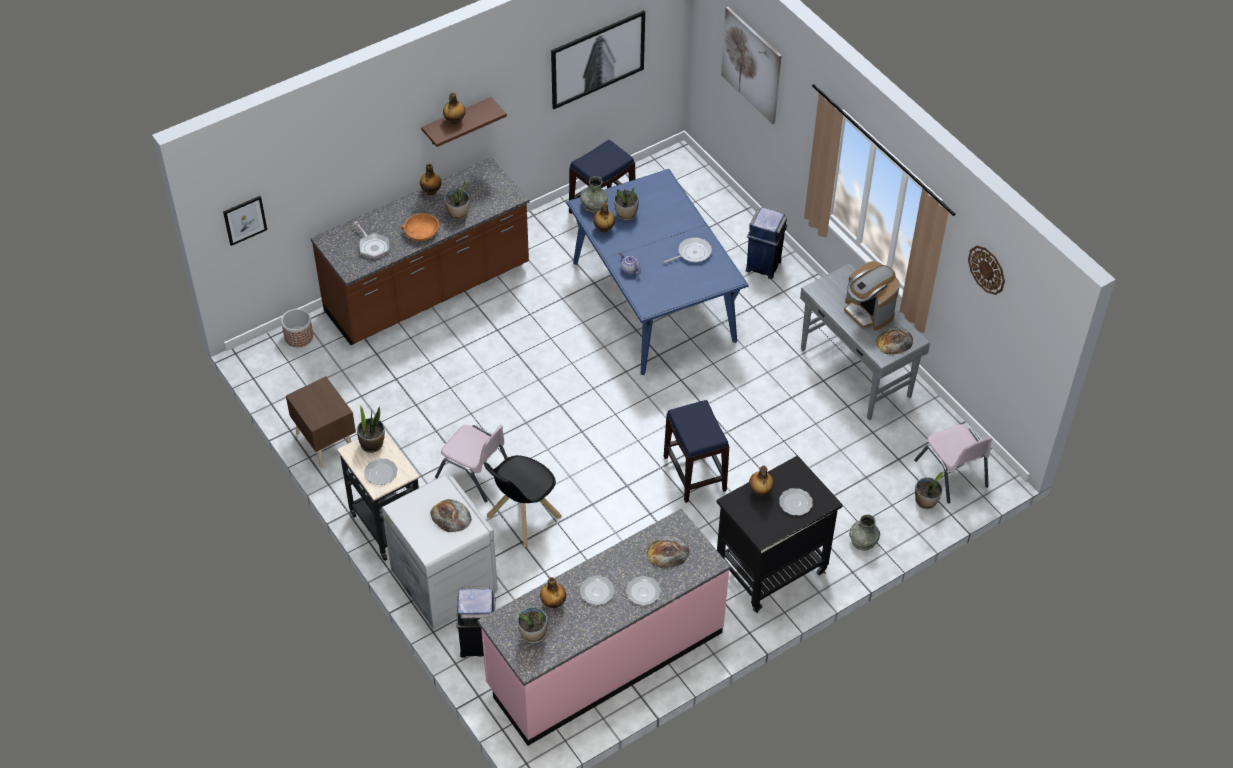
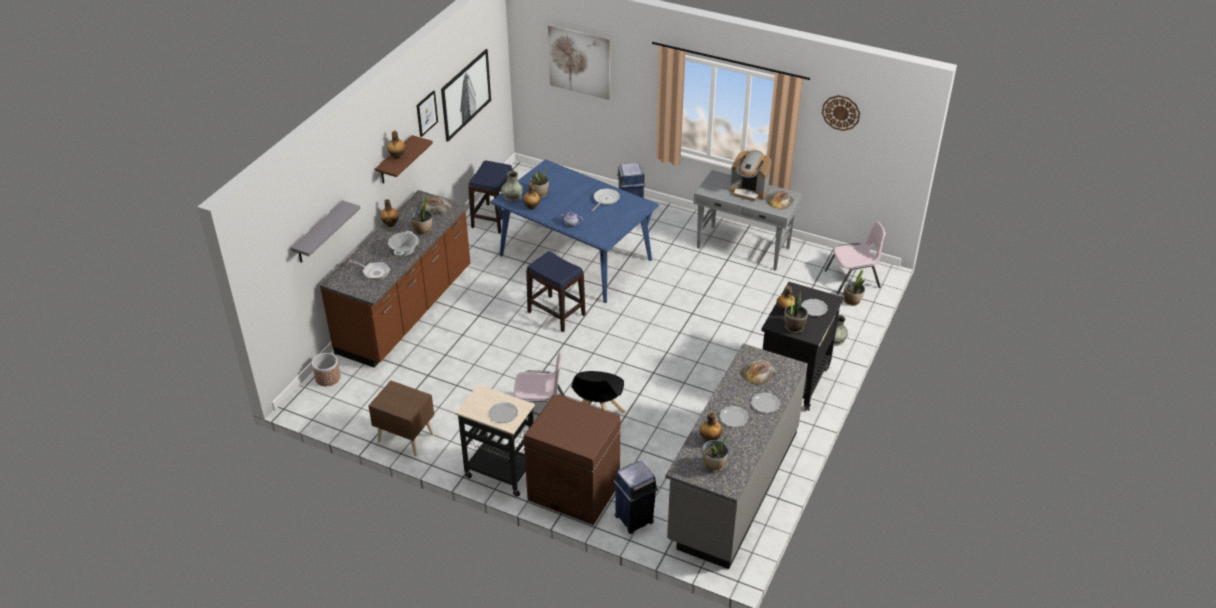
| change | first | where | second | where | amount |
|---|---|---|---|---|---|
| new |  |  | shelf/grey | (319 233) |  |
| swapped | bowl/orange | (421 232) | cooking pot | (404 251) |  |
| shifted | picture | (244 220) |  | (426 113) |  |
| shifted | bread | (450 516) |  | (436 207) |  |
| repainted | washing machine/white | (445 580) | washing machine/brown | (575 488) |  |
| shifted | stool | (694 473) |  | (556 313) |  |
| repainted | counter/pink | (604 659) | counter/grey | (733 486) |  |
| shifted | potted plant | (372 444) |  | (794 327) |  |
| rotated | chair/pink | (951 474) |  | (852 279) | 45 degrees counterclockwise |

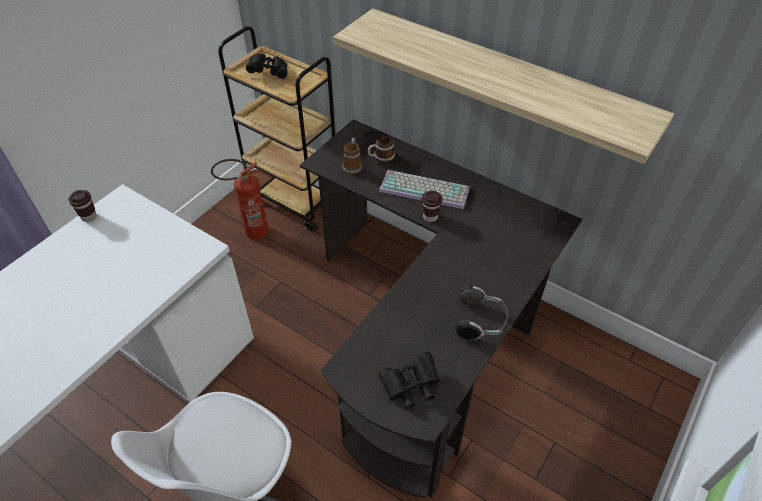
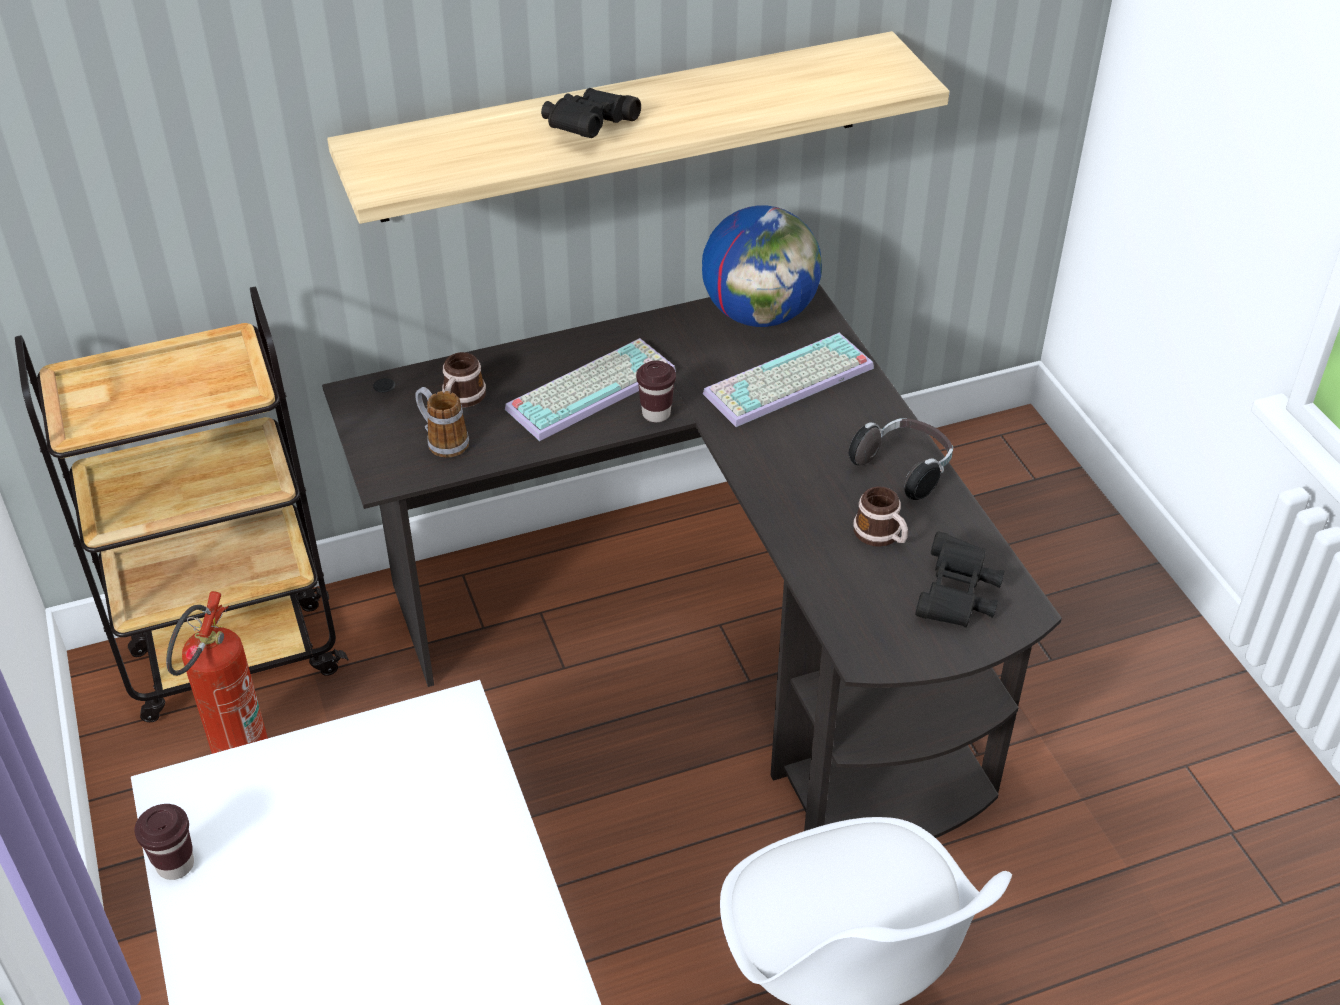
| change | first | where | second | where | amount |
|---|---|---|---|---|---|
| shifted | binoculars/black | (269 72) |  | (588 129) |  |
| new |  |  | globe | (760 314) |  |
| new |  |  | keyboard | (789 383) |  |
| new |  |  | mug | (881 535) |  |

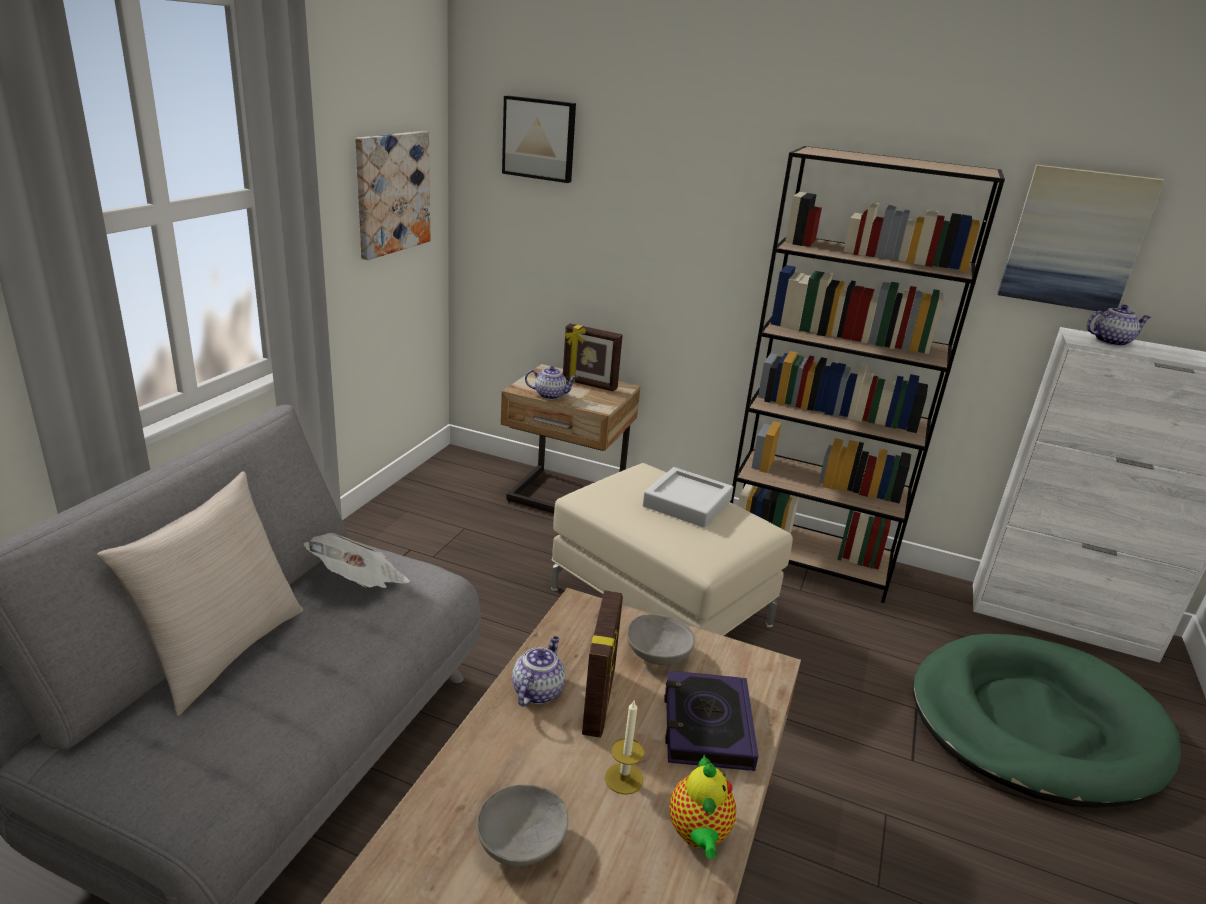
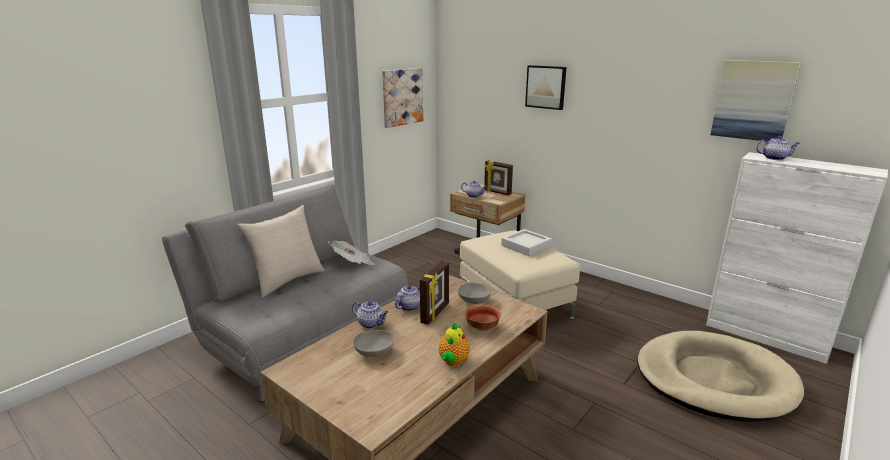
| change | first | where | second | where | amount |
|---|---|---|---|---|---|
| new |  |  | teapot | (371 324) |  |
| swapped | book | (706 726) | bowl | (481 328) |  |
| shifted | picture | (539 139) |  | (546 87) |  |
| repainted | dog bed/green | (1034 724) | dog bed/beige | (713 379) |  |
| gone | candle | (624 778) |  |  |  |
| gone | bookcase/beige | (807 560) |  |  |  |

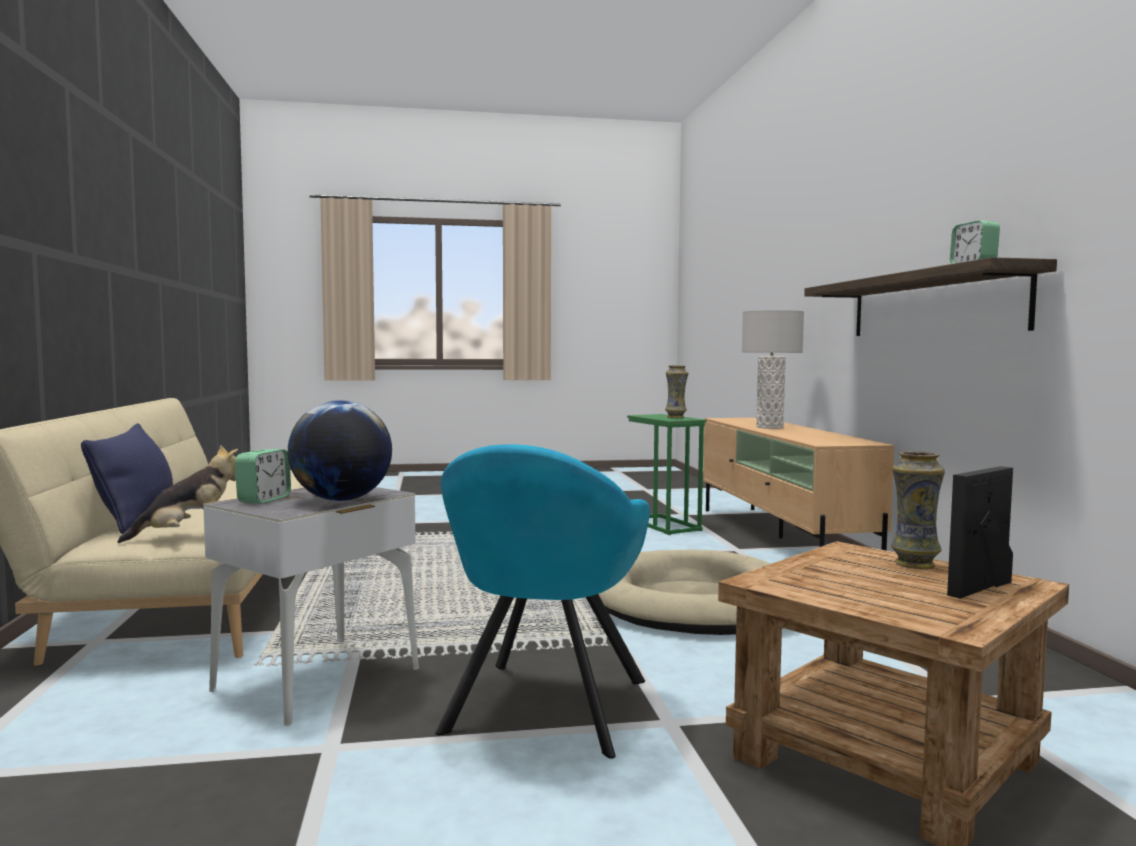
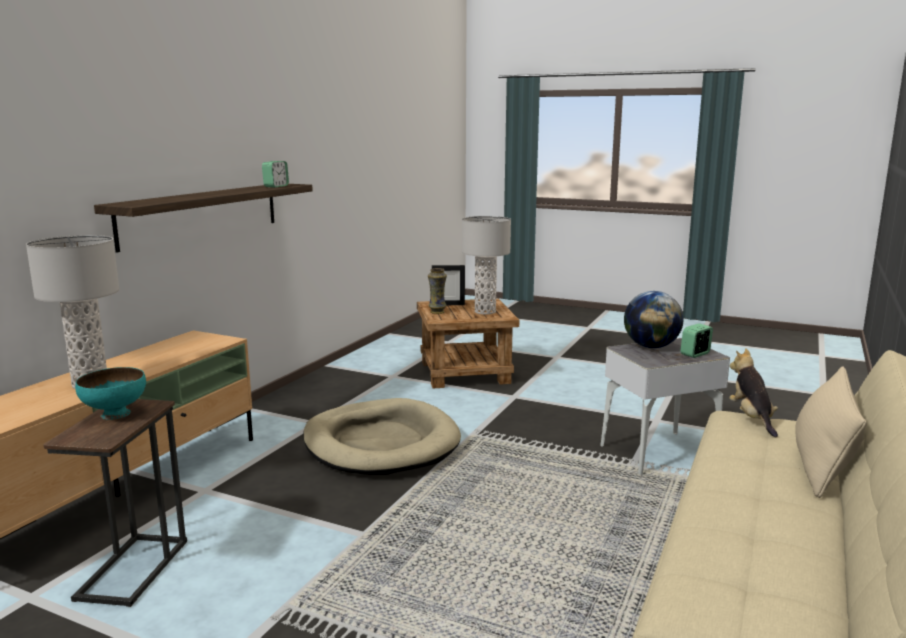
| change | first | where | second | where | amount |
|---|---|---|---|---|---|
| repainted | side table/green | (664 525) | side table/brown | (133 569) |  |
| swapped | vase | (676 417) | bowl/turquoise | (115 413) |  |
| new |  |  | table lamp/white | (485 311) |  |
| rotated | plush toy | (189 536) |  | (751 418) | 75 degrees clockwise |
| repainted | pillow/blue | (136 515) | pillow/beige | (822 463) |  |
| gone | armchair/turquoise | (543 711) |  |  |  |

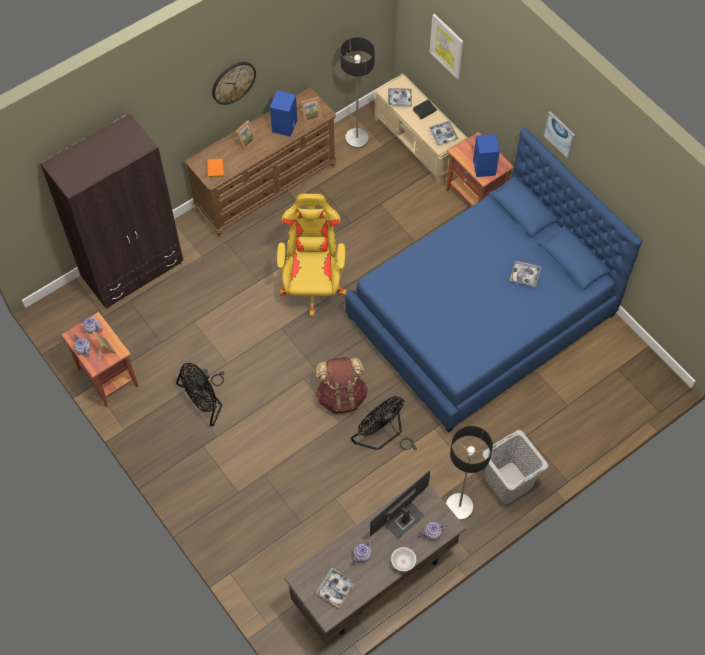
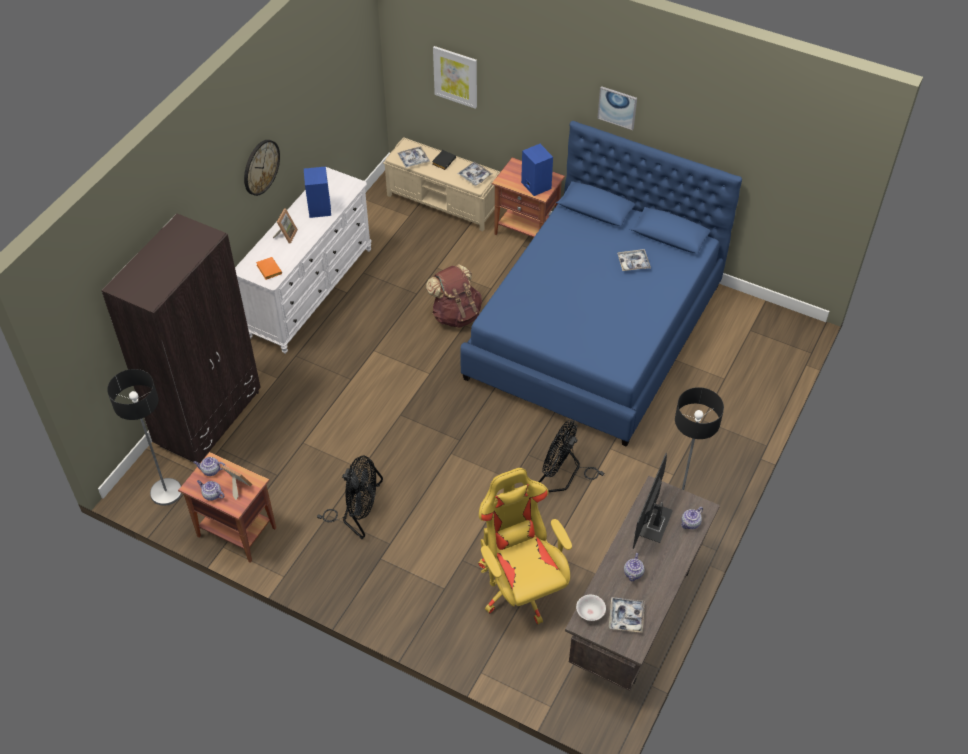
| change | first | where | second | where | amount |
|---|---|---|---|---|---|
| shifted | floor lamp | (357 138) |  | (166 492) |  |
| repainted | dresser/brown | (266 187) | dresser/white | (311 292) |  |
| rotated | fan/black | (205 398) |  | (356 511) | 105 degrees counterclockwise |
| shifted | backpack/brown | (341 396) |  | (456 314) |  |
| shifted | office chair/yellow | (313 289) |  | (522 591) |  |
| shifted | bowl/white | (403 562) |  | (590 612) |  |
| gone | picture frame | (310 116) |  |  |  |
| gone | laundry basket/grey | (508 483) |  |  |  |

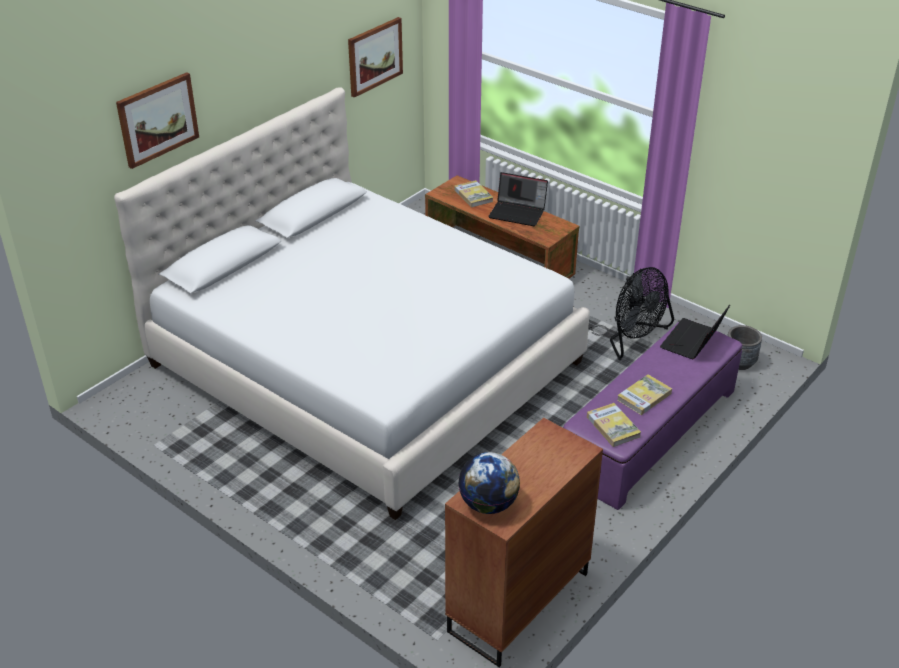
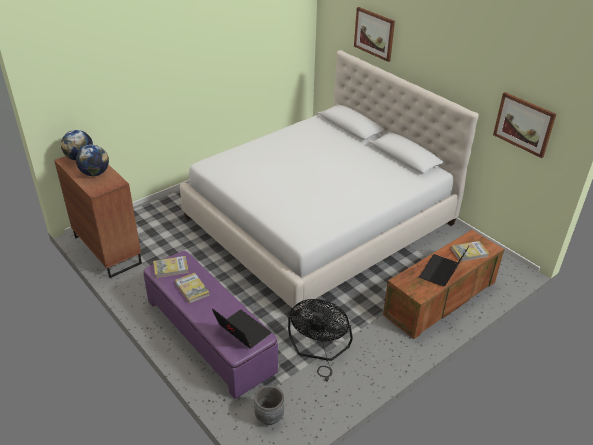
| change | first | where | second | where | amount |
|---|---|---|---|---|---|
| new |  |  | globe | (95 173) |  |
| rotated | fan/black | (629 338) |  | (318 352) | 135 degrees clockwise |

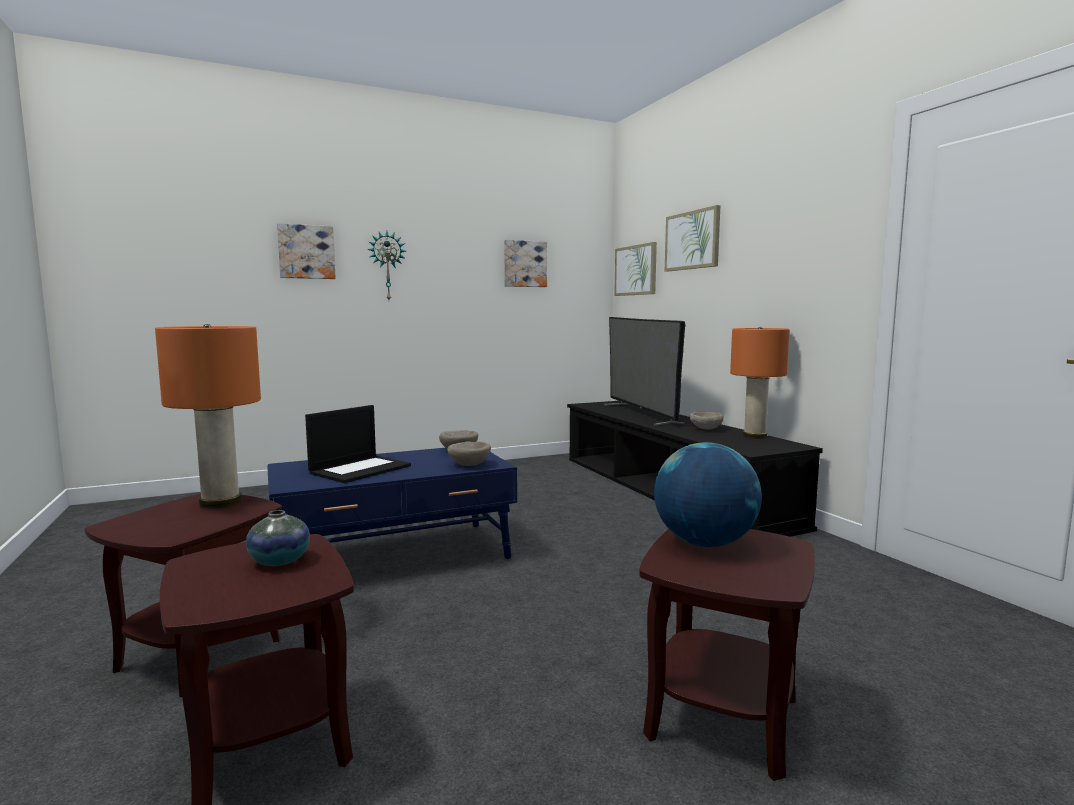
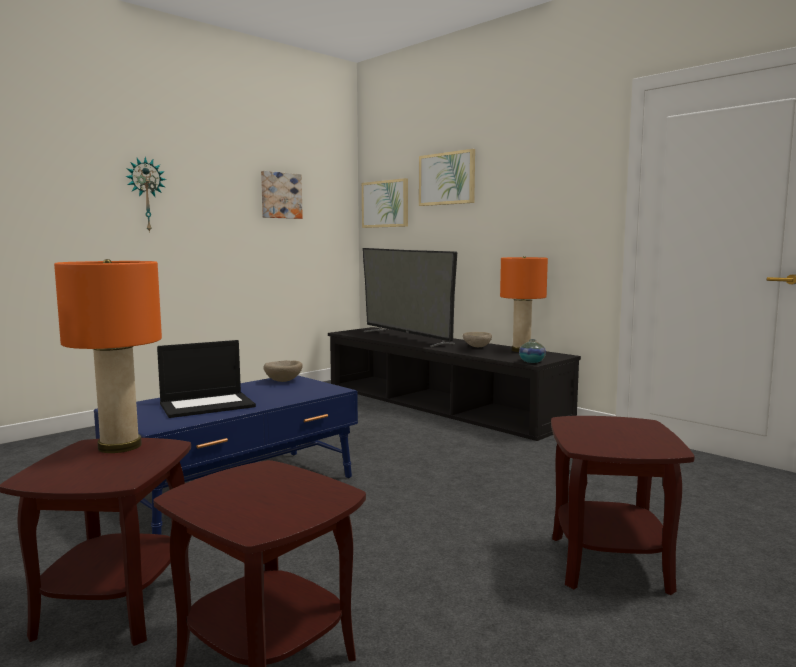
| change | first | where | second | where | amount |
|---|---|---|---|---|---|
| rotated | laptop | (360 469) |  | (208 405) | 45 degrees clockwise |
| shifted | vase | (279 561) |  | (532 362) |  |
| gone | picture | (306 252) |  |  |  |
| gone | bowl/beige | (469 465) |  |  |  |
| gone | globe | (704 543) |  |  |  |

